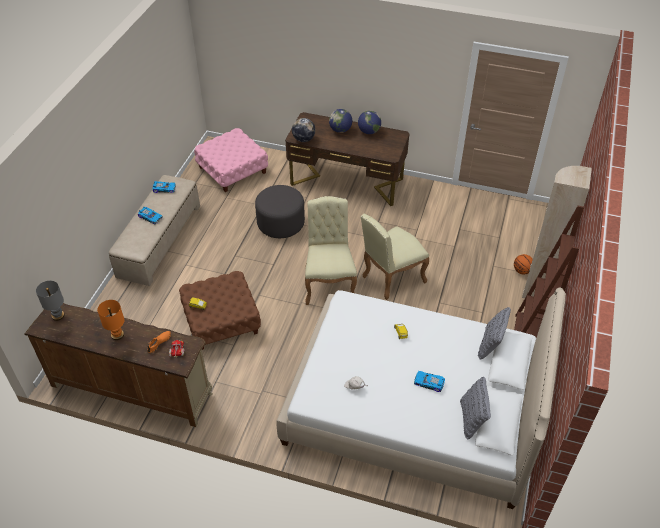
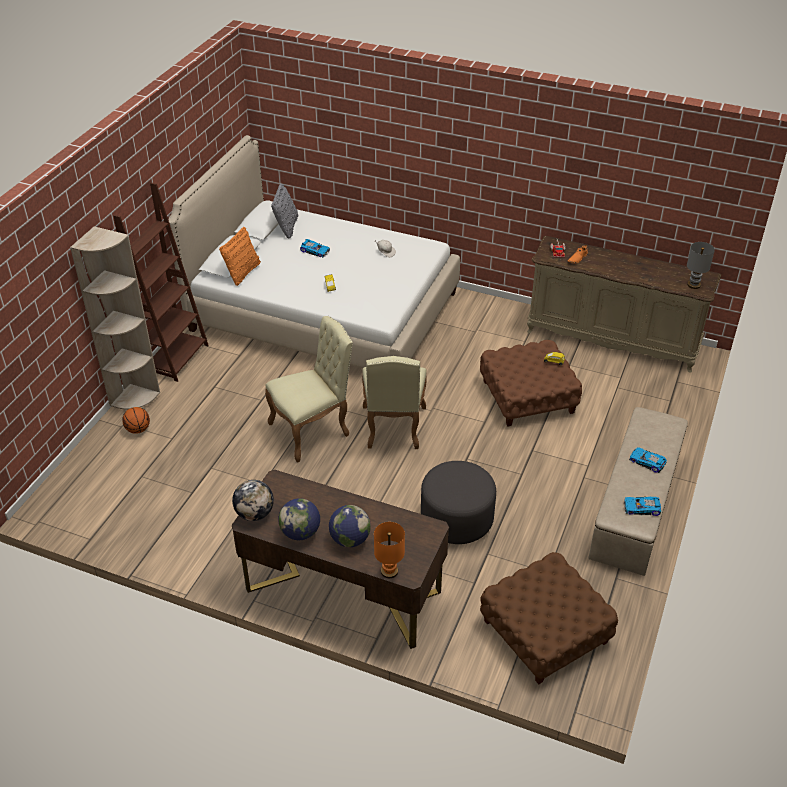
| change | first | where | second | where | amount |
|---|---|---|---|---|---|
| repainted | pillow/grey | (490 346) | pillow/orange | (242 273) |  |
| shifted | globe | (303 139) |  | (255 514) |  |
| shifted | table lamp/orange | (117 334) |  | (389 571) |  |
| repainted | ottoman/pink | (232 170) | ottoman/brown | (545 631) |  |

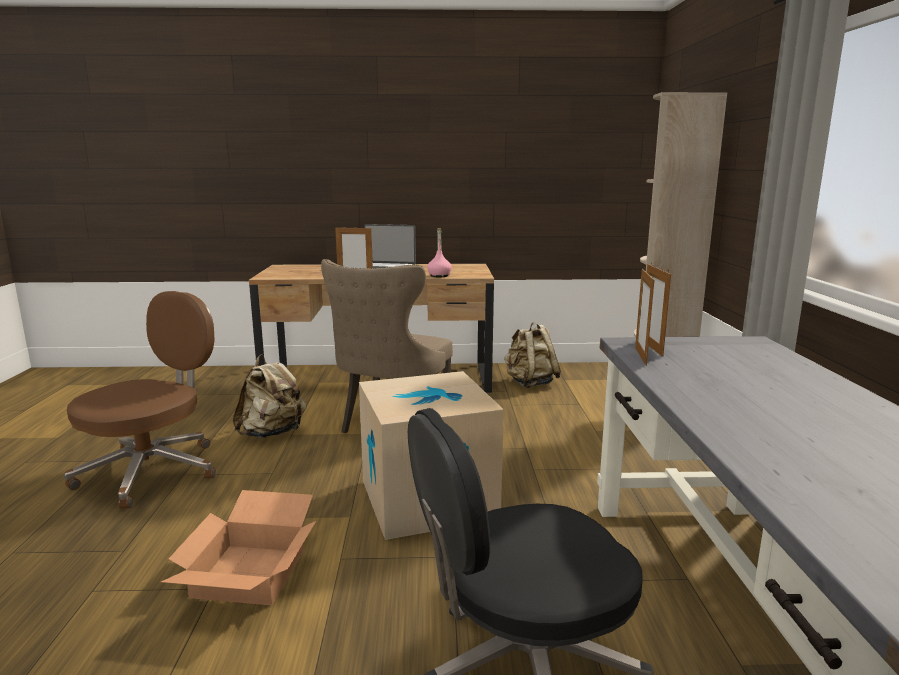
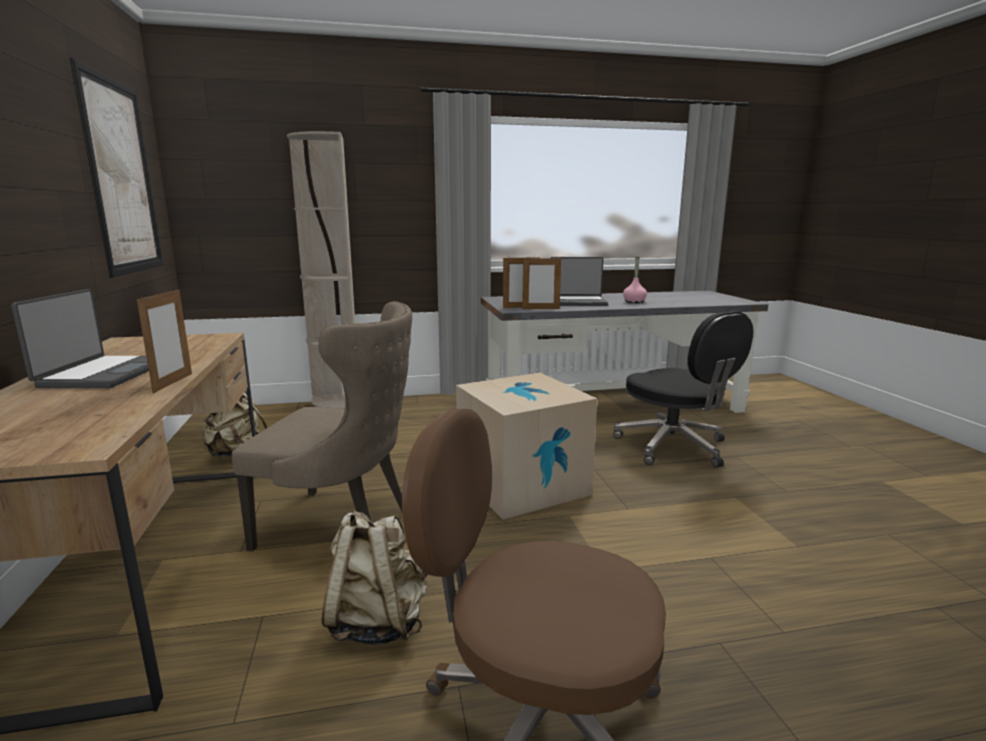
| change | first | where | second | where | amount |
|---|---|---|---|---|---|
| new |  |  | picture | (122 177) |  |
| new |  |  | laptop | (577 302) |  |
| shifted | bottle/pink | (439 276) |  | (634 302) |  |
| gone | cardboard box | (250 574) |  |  |  |

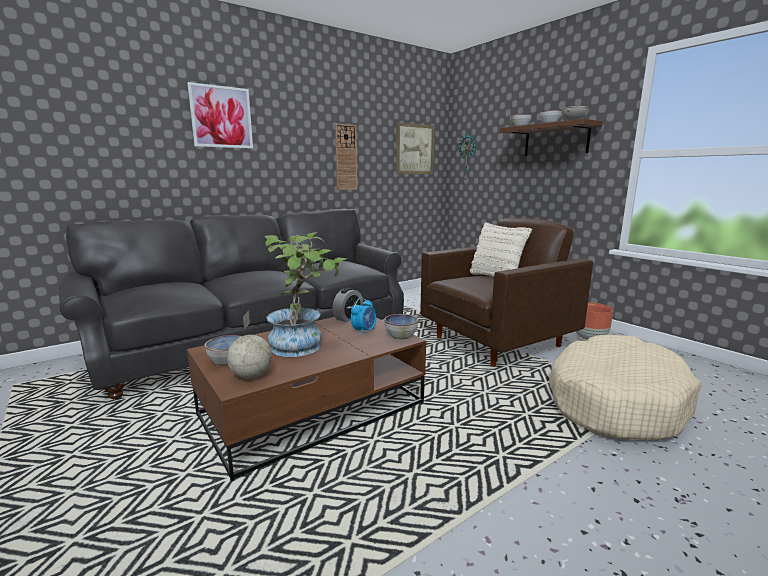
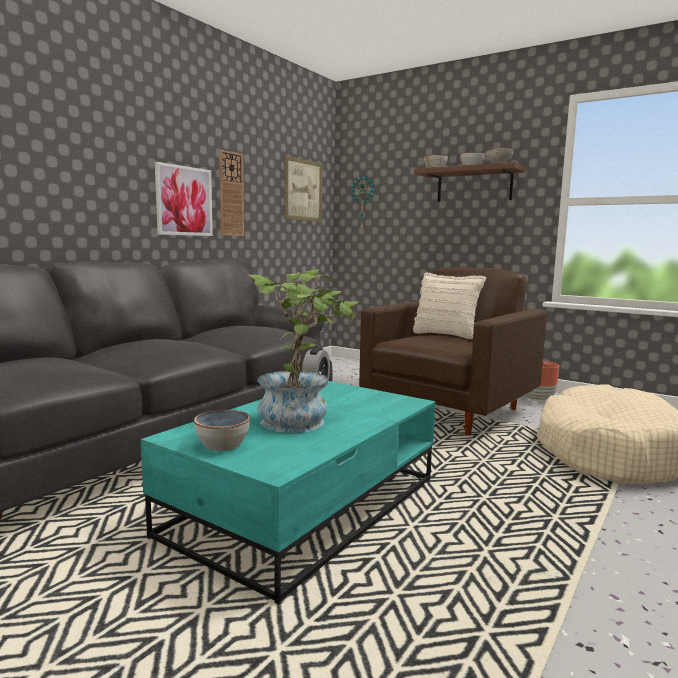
| change | first | where | second | where | amount |
|---|---|---|---|---|---|
| repainted | coffee table/brown | (313 408) | coffee table/turquoise | (305 506) |  |
| shifted | picture | (221 117) |  | (184 201) |  |
| gone | globe | (252 375) |  |  |  |
| gone | alarm clock | (364 331) |  |  |  |
| gone | bowl | (401 335) |  |  |  |

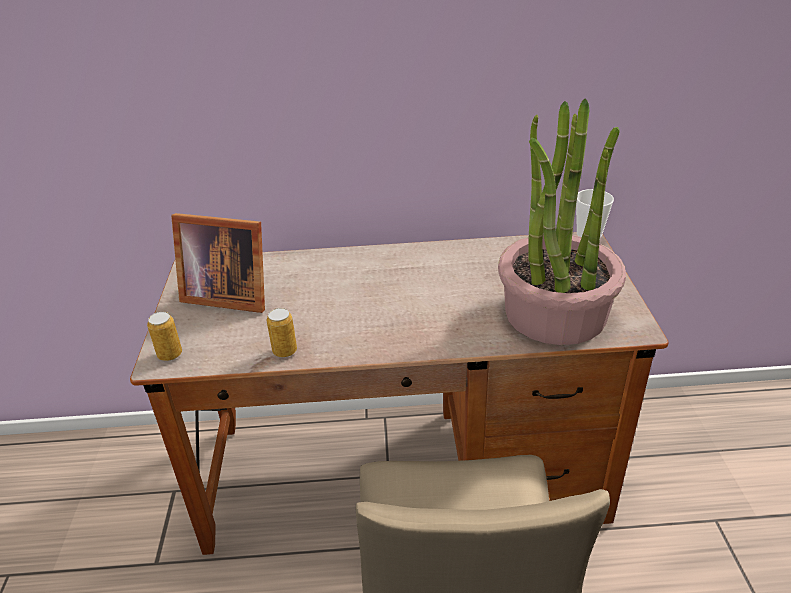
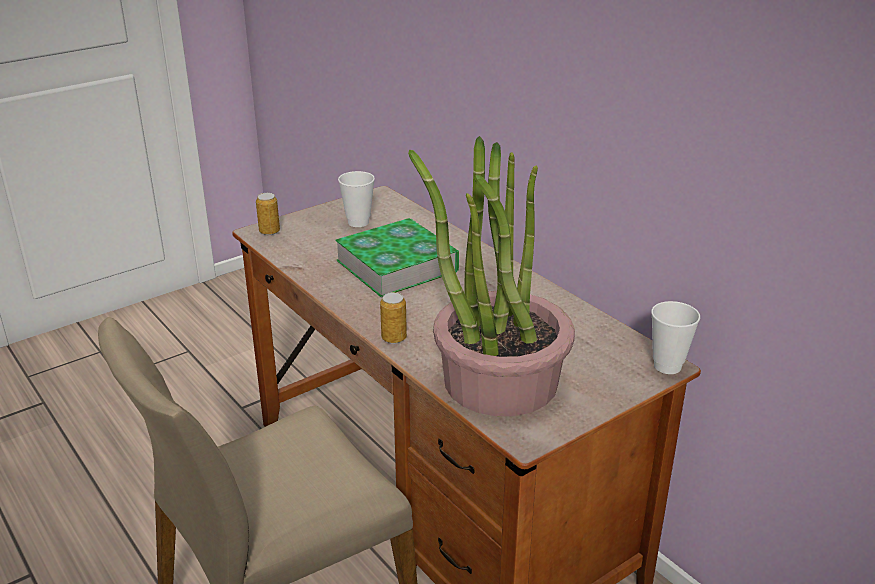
| change | first | where | second | where | amount |
|---|---|---|---|---|---|
| new |  |  | book | (397 265) |  |
| swapped | picture frame | (226 295) | cup | (358 222) |  |
| shifted | can | (285 351) |  | (394 338) |  |

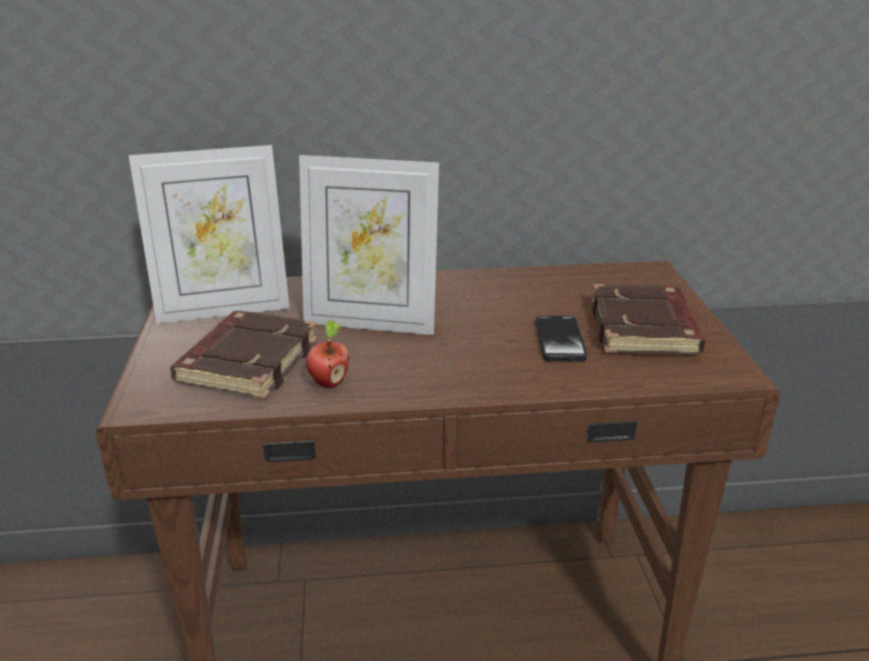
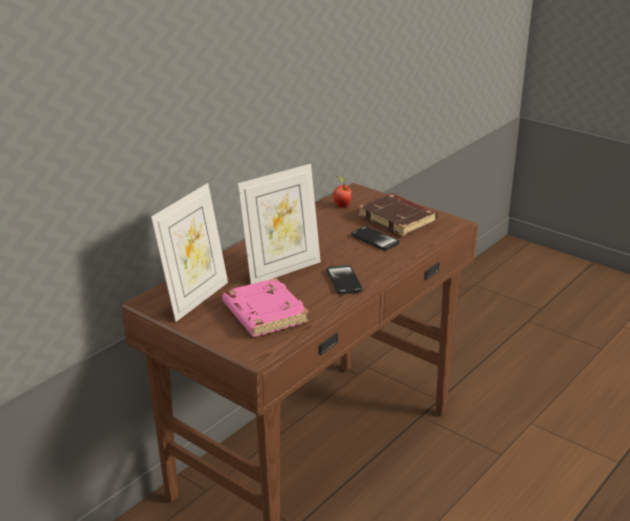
| change | first | where | second | where | amount |
|---|---|---|---|---|---|
| repainted | book/brown | (247 362) | book/pink | (263 313) |  |
| new |  |  | phone | (344 281) |  |
| shifted | apple | (329 382) |  | (341 205) |  |

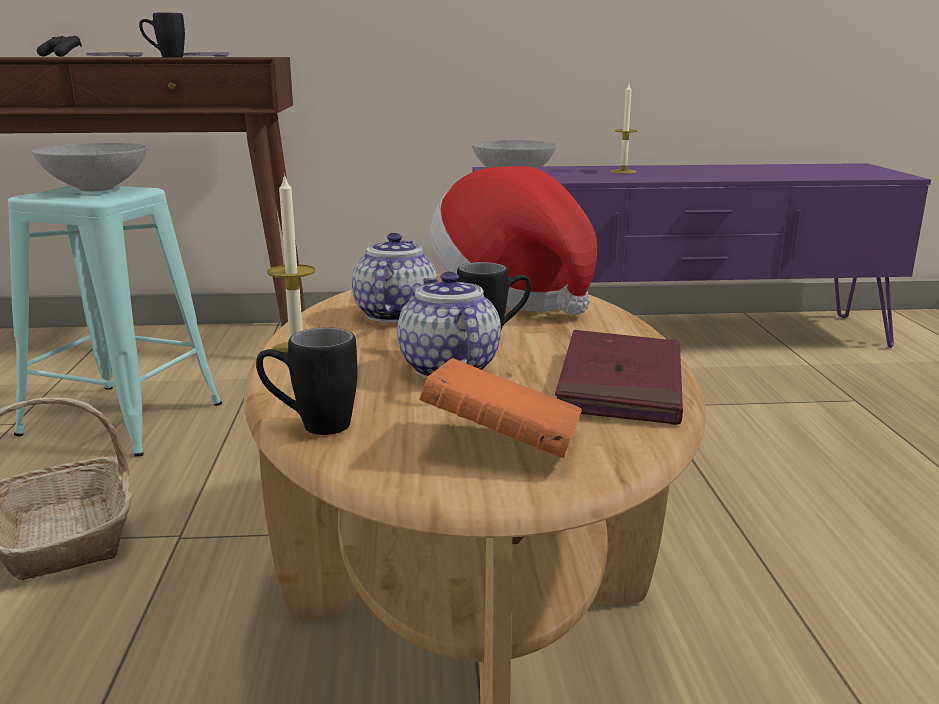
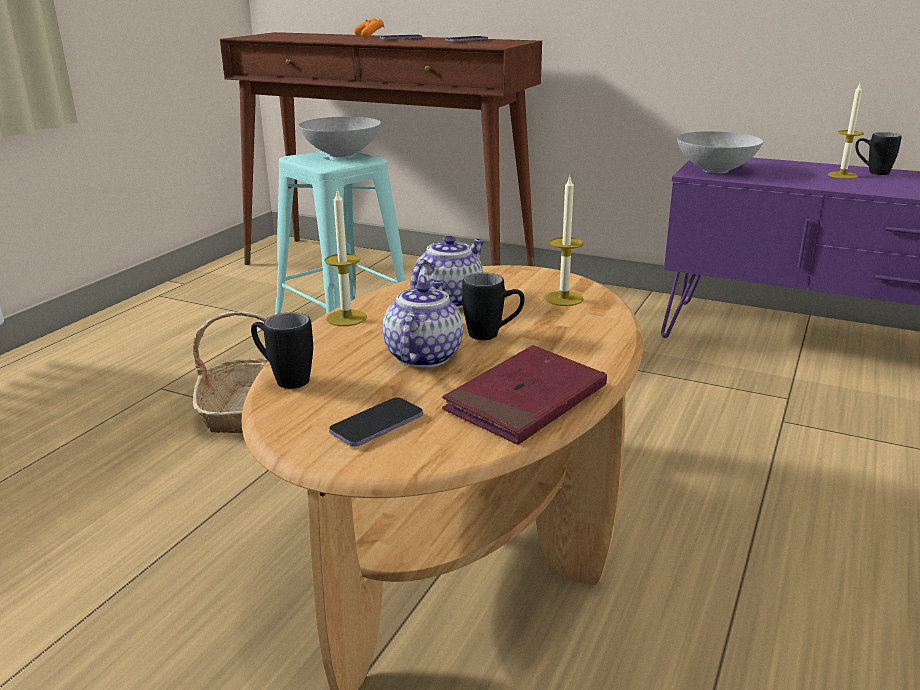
| change | first | where | second | where | amount |
|---|---|---|---|---|---|
| swapped | book/orange | (502 444) | phone | (377 425) |  |
| repainted | game controller/black | (61 56) | game controller/orange | (370 36) |  |
| swapped | hat | (513 294) | candle | (564 298) |  |
| shifted | mug/black | (165 57) |  | (871 172) |  |

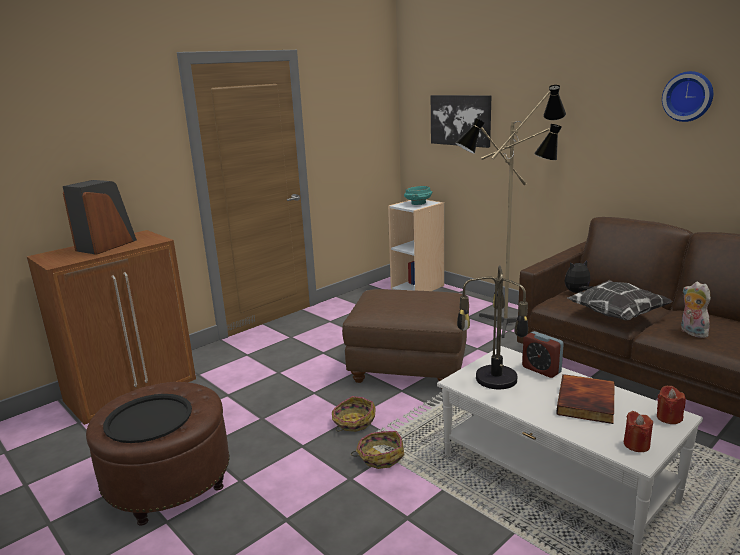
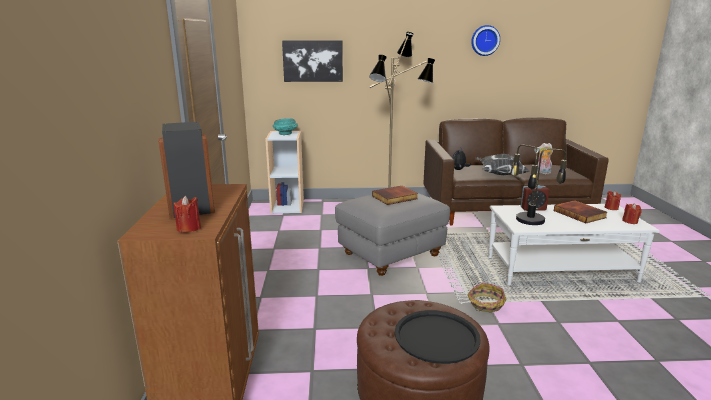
| change | first | where | second | where | amount |
|---|---|---|---|---|---|
| new |  |  | candle/red | (189 228) |  |
| repainted | ottoman/brown | (409 366) | ottoman/grey | (391 253) |  |
| new |  |  | book | (395 198) |  |
| gone | basket | (353 422) |  |  |  |

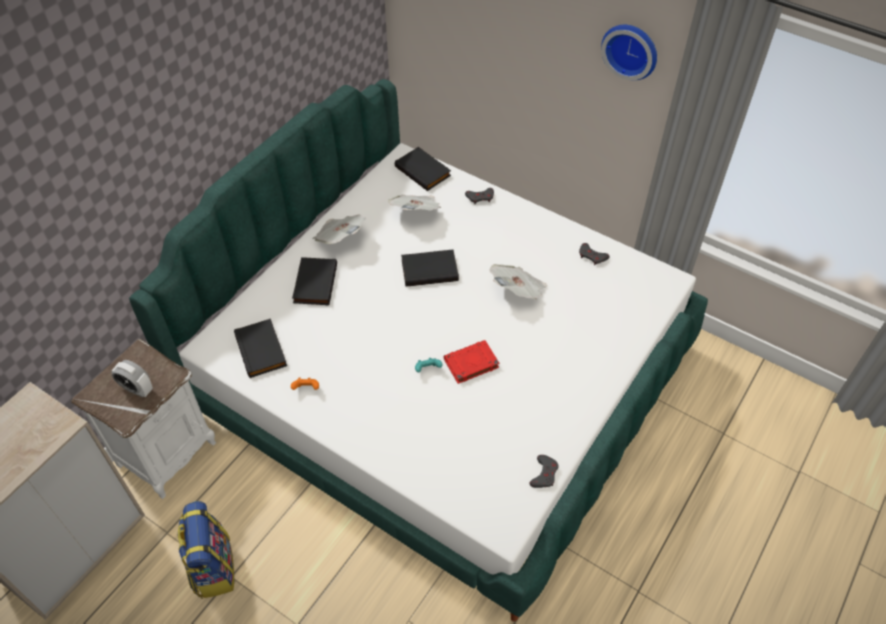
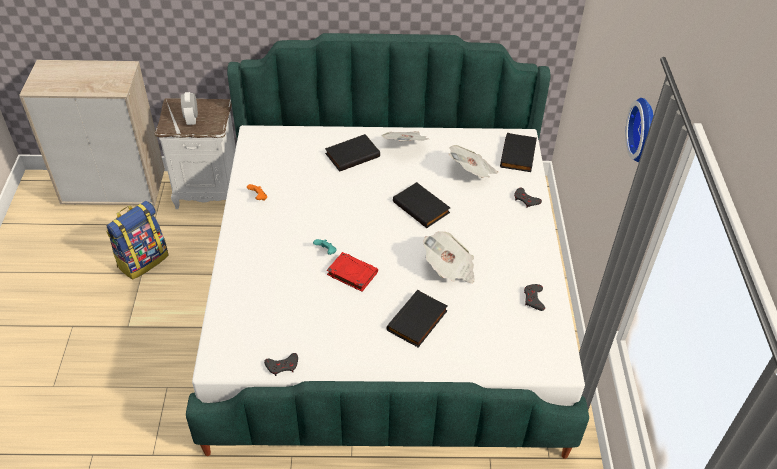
| change | first | where | second | where | amount |
|---|---|---|---|---|---|
| shifted | book/black | (262 350) |  | (418 321) |  |

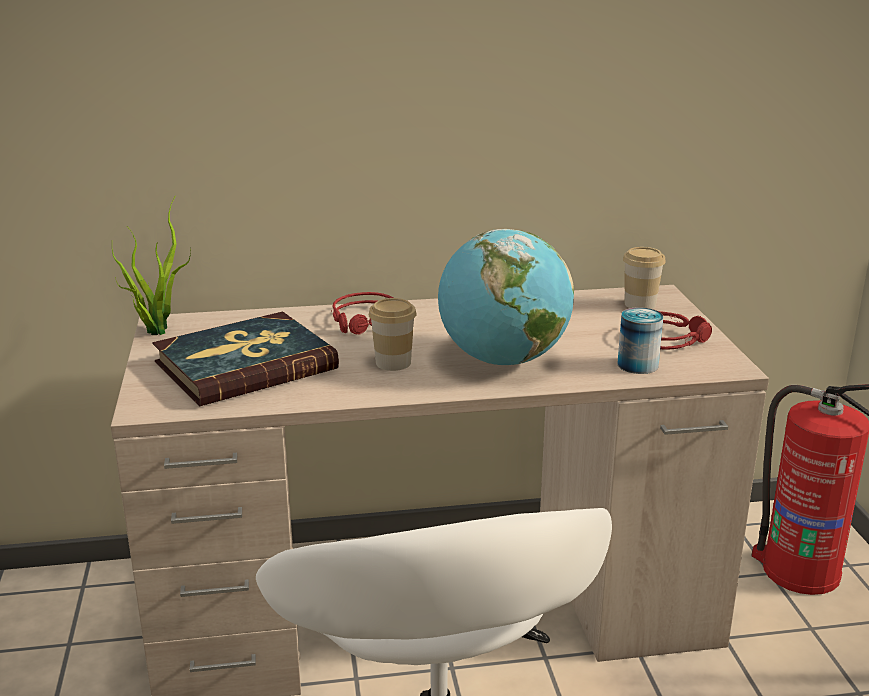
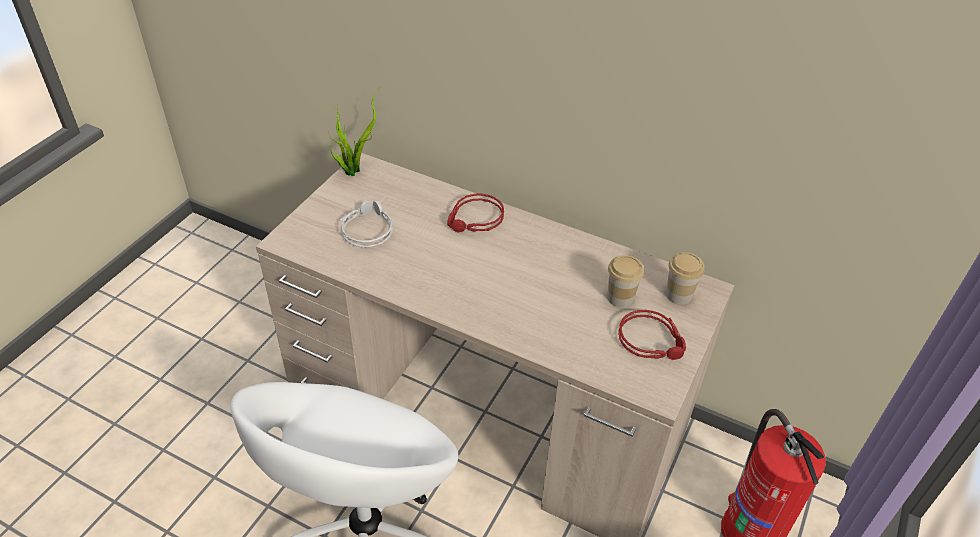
| change | first | where | second | where | amount |
|---|---|---|---|---|---|
| swapped | book | (245 365) | headphones/grey | (366 229) |  |
| shifted | cup | (393 363) |  | (620 298) |  |
| gone | globe | (503 360) |  |  |  |
| gone | can | (637 365) |  |  |  |

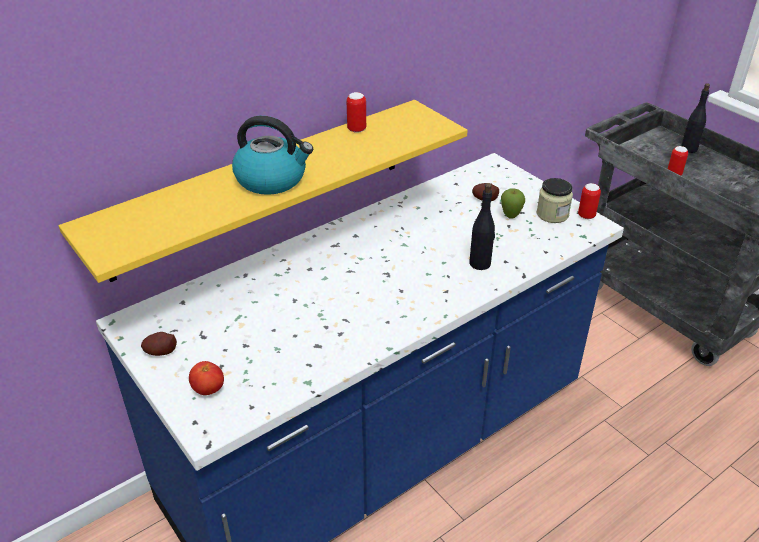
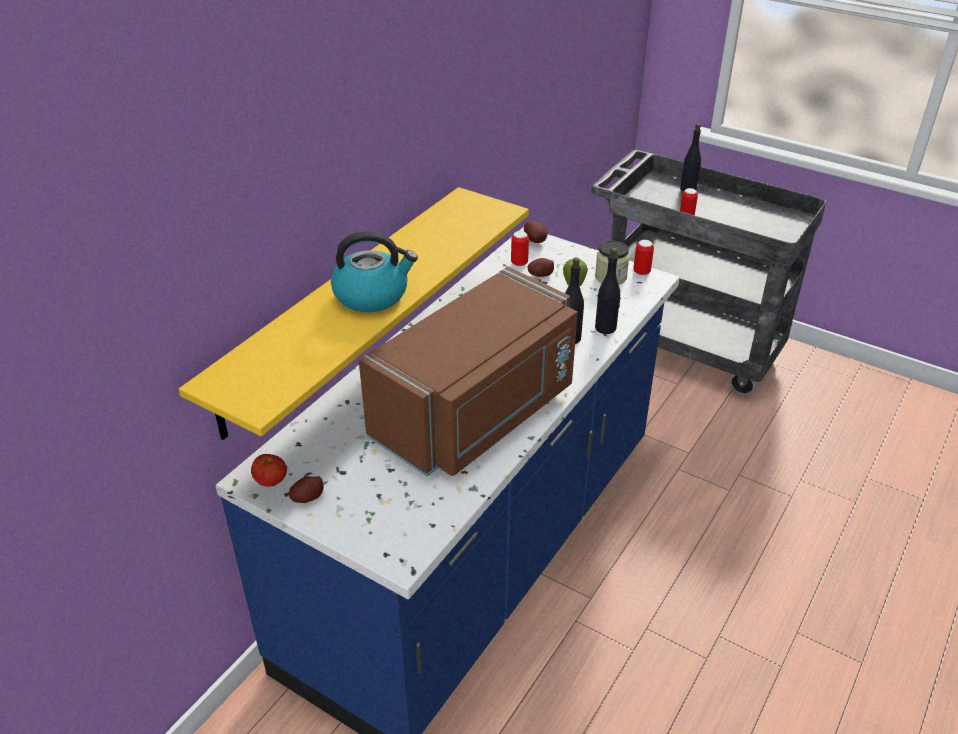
| change | first | where | second | where | amount |
|---|---|---|---|---|---|
| shifted | tomato | (208 389) |  | (271 481) |  |
| new |  |  | microwave/brown | (478 413) |  |
| shifted | can | (356 129) |  | (519 263) |  |
| new |  |  | potato | (536 241) |  |
| new |  |  | bottle/black | (606 328) |  |

